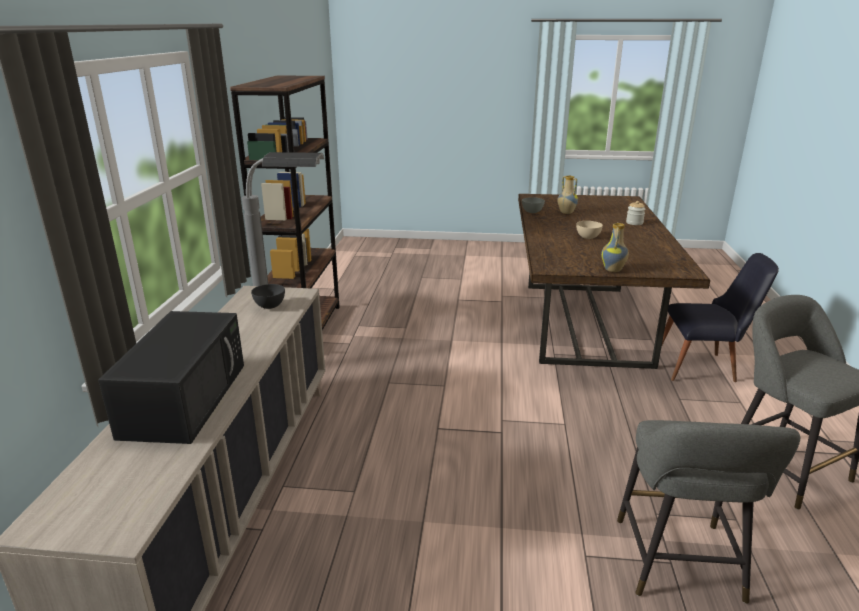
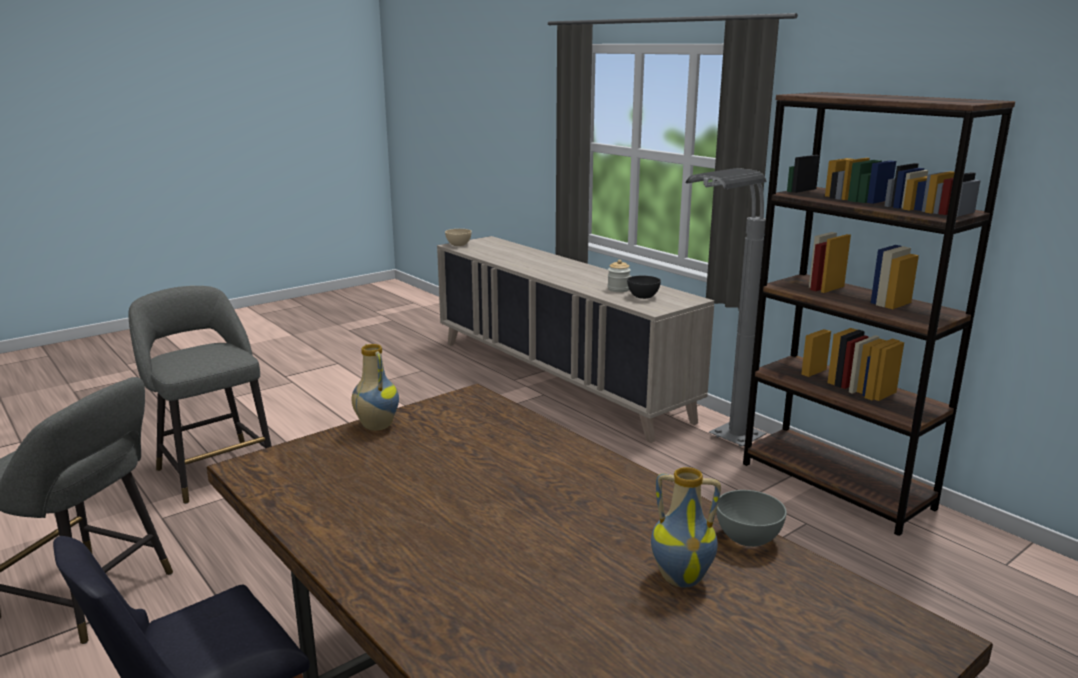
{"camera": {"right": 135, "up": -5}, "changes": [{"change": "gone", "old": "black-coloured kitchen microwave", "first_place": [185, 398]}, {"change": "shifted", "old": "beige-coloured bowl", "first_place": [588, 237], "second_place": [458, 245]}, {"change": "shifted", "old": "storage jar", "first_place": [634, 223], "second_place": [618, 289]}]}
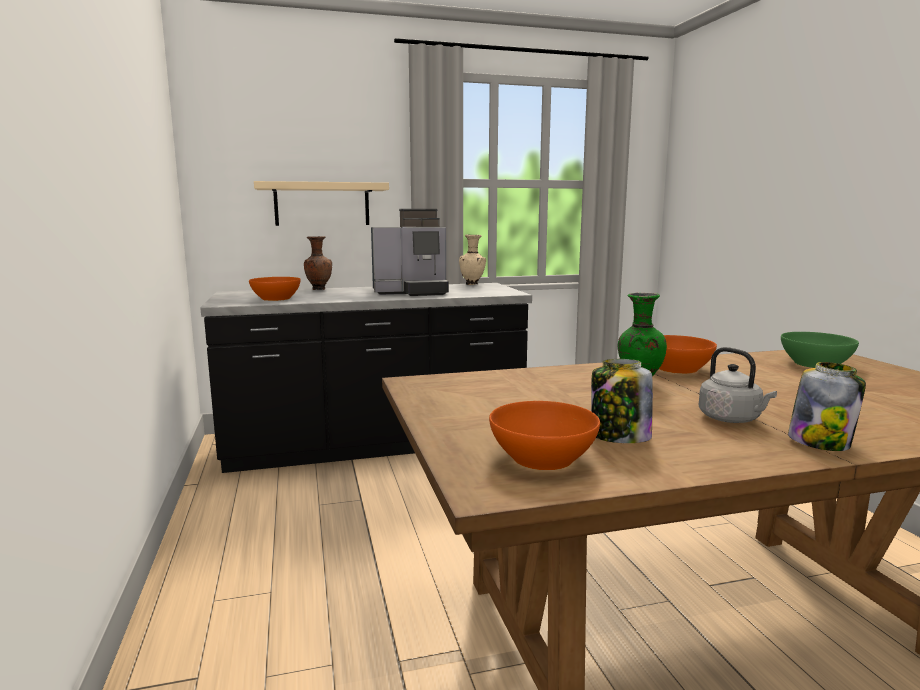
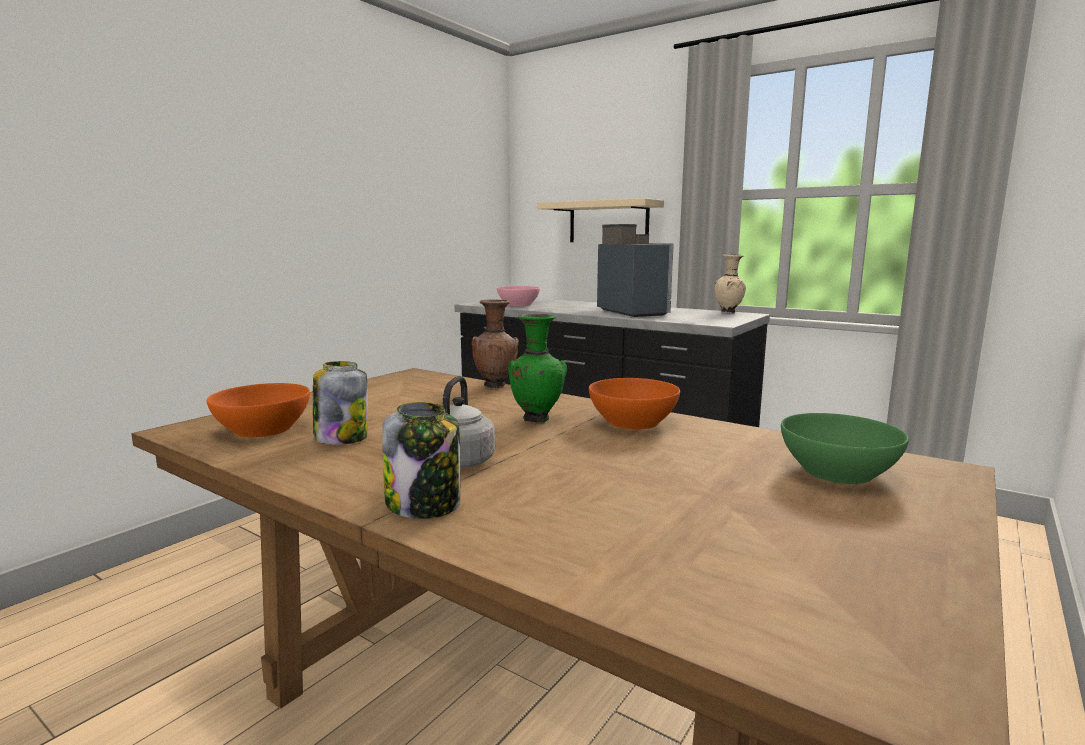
{"camera": {"right": 50, "up": 0}, "changes": [{"change": "shifted", "old": "brown flower vase", "first_place": [318, 289], "second_place": [496, 385]}, {"change": "repainted", "old": "orange-coloured bowl", "new": "pinkish bowl", "first_place": [275, 298], "second_place": [518, 304]}, {"change": "rotated", "old": "coffee machine", "first_place": [412, 292], "second_place": [634, 312], "degrees": -150}]}
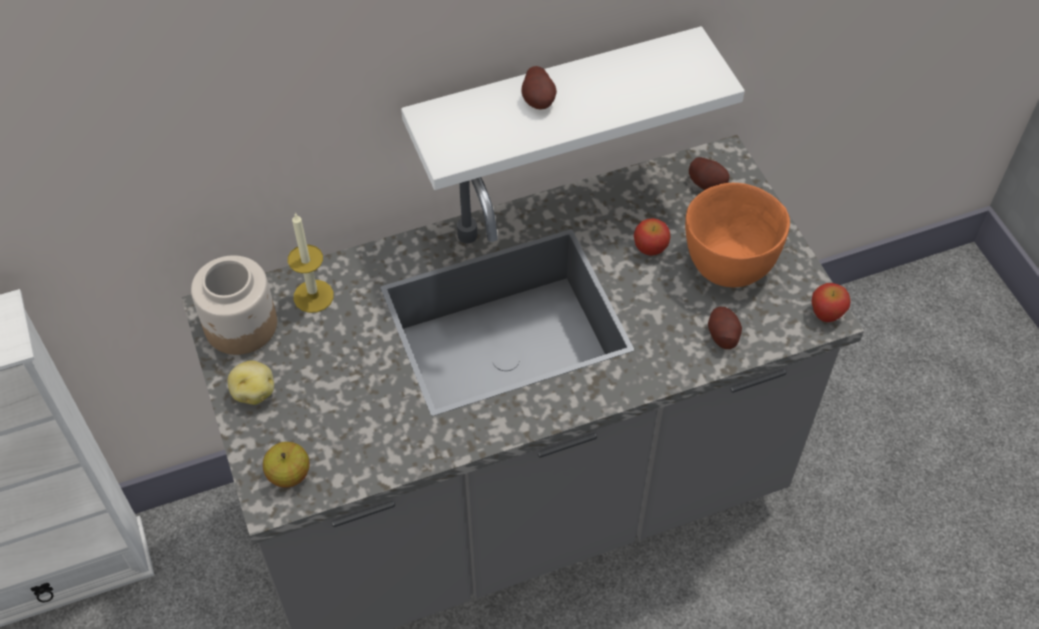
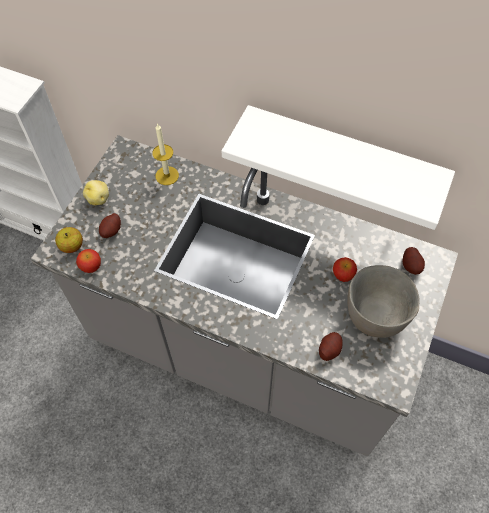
{"camera": {"right": 45, "up": 5}, "changes": [{"change": "gone", "old": "storage jar", "first_place": [241, 326]}, {"change": "shifted", "old": "spud", "first_place": [538, 100], "second_place": [111, 231]}, {"change": "shifted", "old": "apple fruit", "first_place": [826, 313], "second_place": [91, 267]}, {"change": "repainted", "old": "orange-coloured bowl", "new": "gray bowl", "first_place": [727, 262], "second_place": [375, 314]}]}
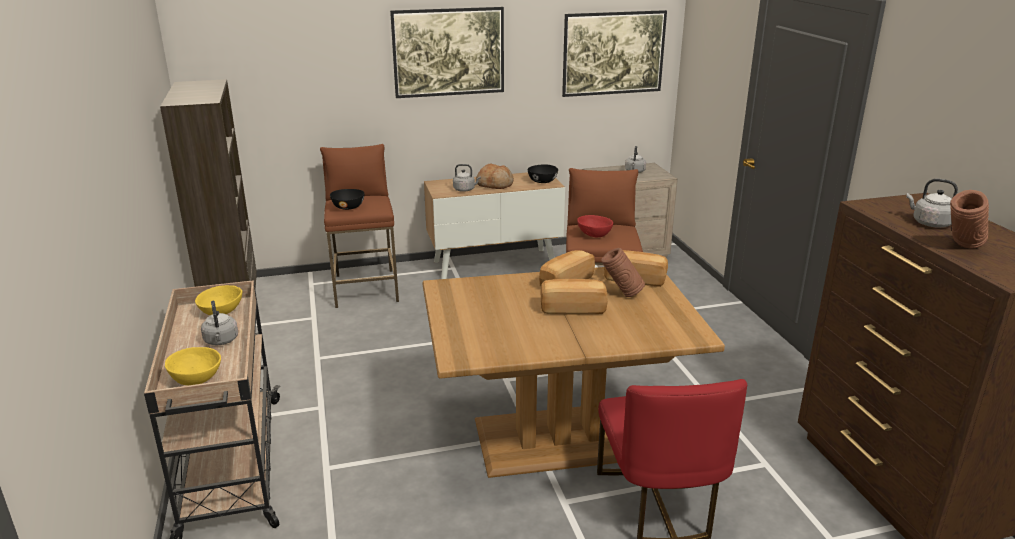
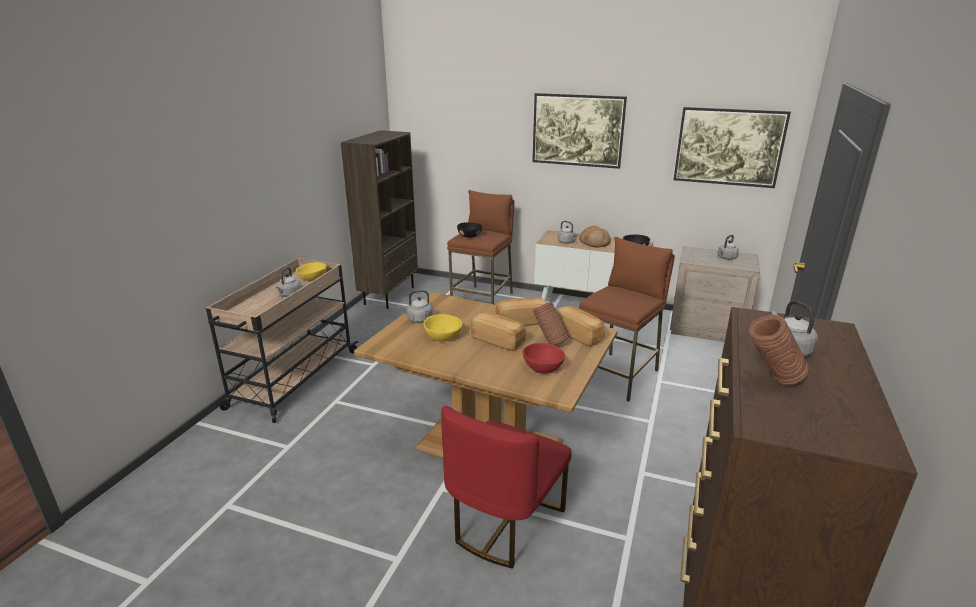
{"camera": {"right": 35, "up": 0}, "changes": [{"change": "new", "new": "gray kettle", "second_place": [418, 320]}, {"change": "shifted", "old": "yellow bowl", "first_place": [195, 378], "second_place": [442, 337]}, {"change": "shifted", "old": "red bowl", "first_place": [594, 234], "second_place": [542, 368]}]}
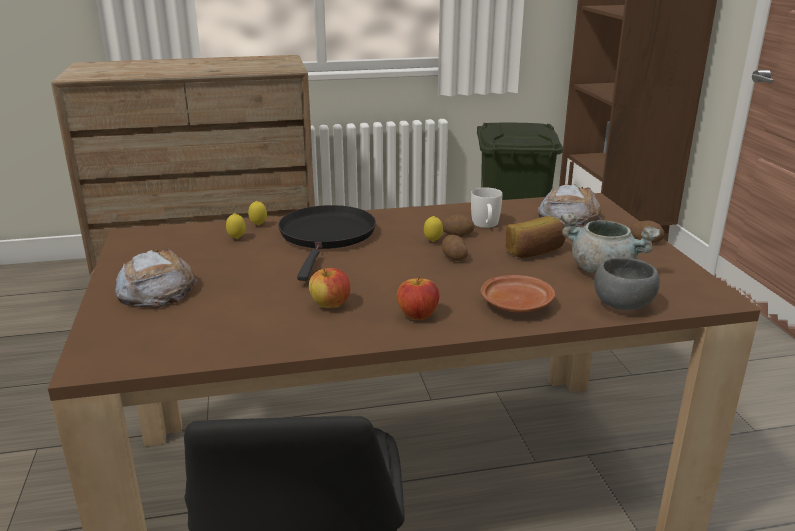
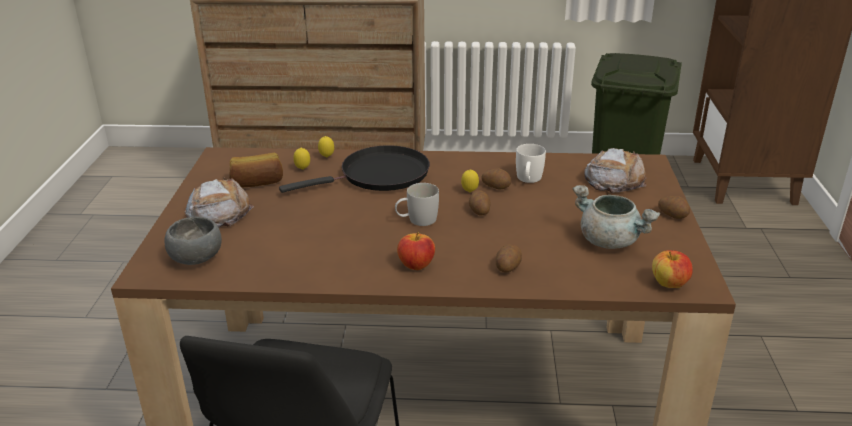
{"camera": {"right": 15, "up": 5}, "changes": [{"change": "new", "new": "white-coloured coffee mug", "second_place": [417, 220]}, {"change": "shifted", "old": "apple fruit", "first_place": [330, 305], "second_place": [669, 284]}, {"change": "shifted", "old": "baked bread", "first_place": [535, 252], "second_place": [257, 183]}, {"change": "shifted", "old": "gray bowl", "first_place": [624, 304], "second_place": [198, 258]}, {"change": "swapped", "old": "brown flat dish", "new": "spud", "first_place": [516, 304], "second_place": [507, 267]}, {"change": "rotated", "old": "black-coloured pan", "first_place": [327, 236], "second_place": [379, 175], "degrees": 45}]}
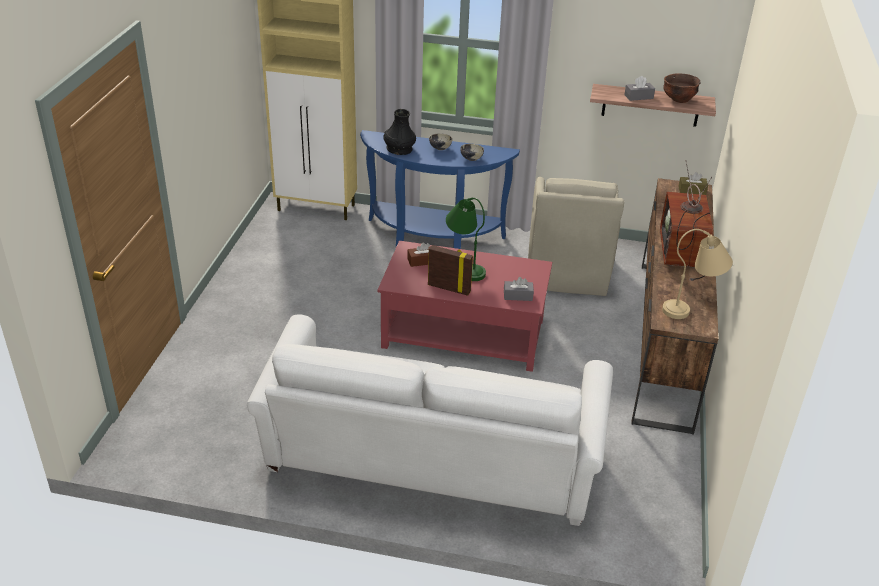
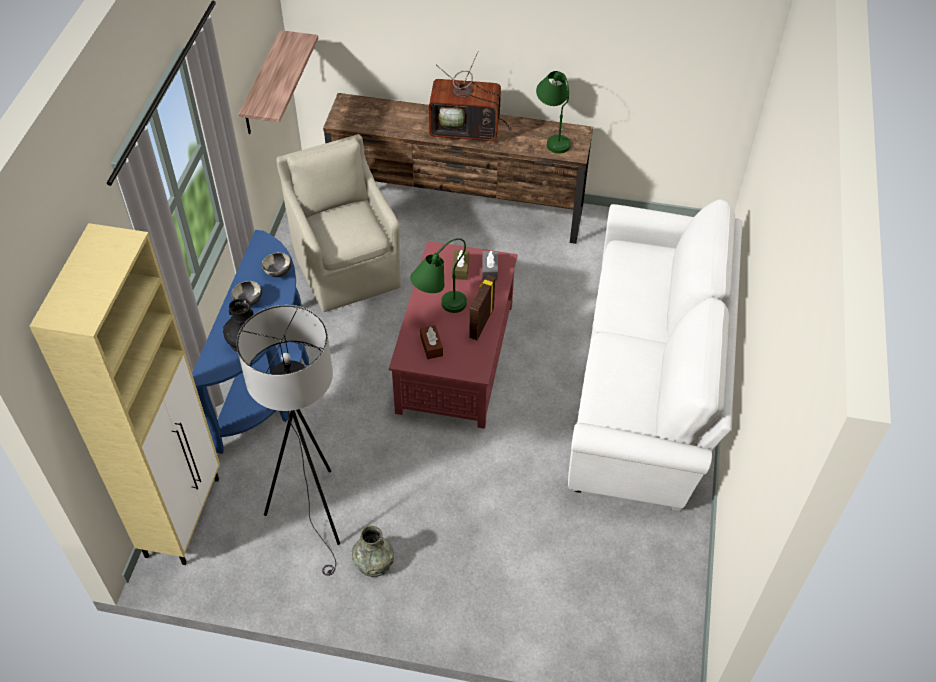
{"camera": {"right": -90, "up": 15}, "changes": [{"change": "gone", "old": "gray tissue box", "first_place": [638, 97]}, {"change": "gone", "old": "brown bowl", "first_place": [678, 99]}, {"change": "new", "new": "gray floor lamp", "second_place": [316, 514]}, {"change": "new", "new": "gray flower vase", "second_place": [373, 562]}, {"change": "shifted", "old": "brown tissue box", "first_place": [692, 190], "second_place": [460, 269]}, {"change": "repainted", "old": "beige-coloured lamp for a table", "new": "green-coloured lamp for a table", "first_place": [692, 308], "second_place": [553, 135]}, {"change": "rotated", "old": "beige-coloured lounge chair", "first_place": [566, 273], "second_place": [346, 268], "degrees": -120}]}
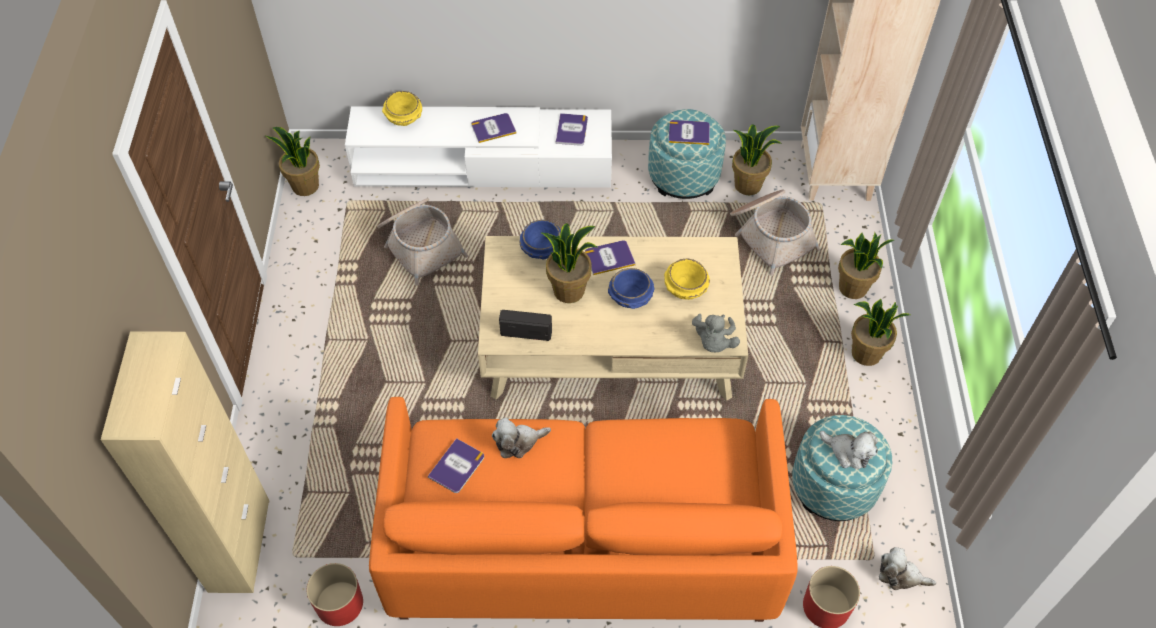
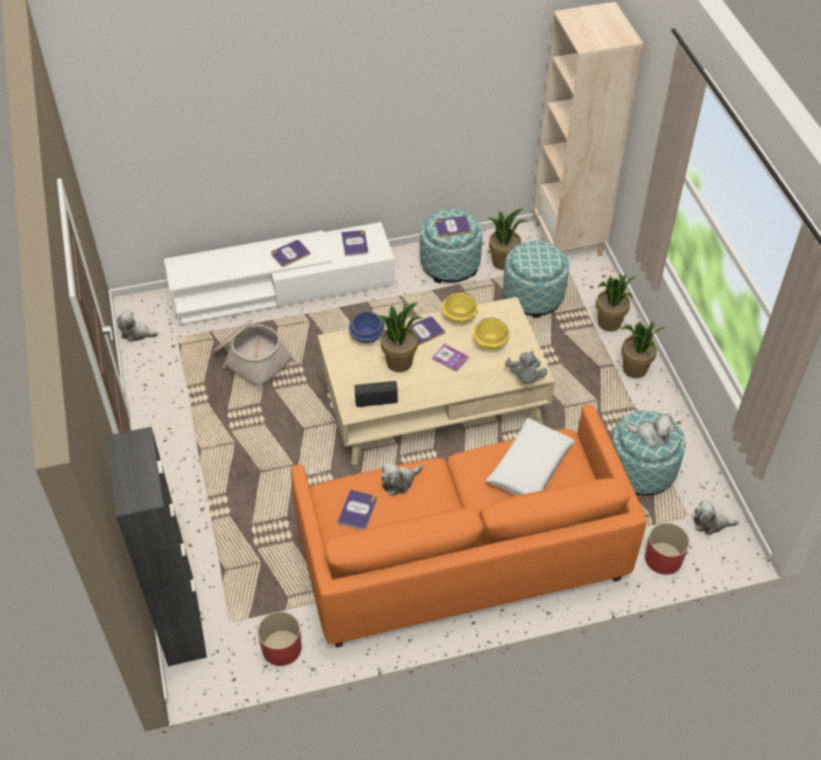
{"camera": {"right": -15, "up": -5}, "changes": [{"change": "new", "new": "white-coloured throw pillow", "second_place": [530, 467]}, {"change": "shifted", "old": "yellow bowl", "first_place": [404, 118], "second_place": [459, 316]}, {"change": "swapped", "old": "plant in a pot", "new": "soft toy", "first_place": [305, 186], "second_place": [136, 333]}, {"change": "swapped", "old": "blue-coloured bowl", "new": "bound book", "first_place": [630, 298], "second_place": [450, 358]}, {"change": "swapped", "old": "household basket", "new": "pouffe", "first_place": [770, 235], "second_place": [533, 297]}, {"change": "repainted", "old": "beige-coloured cupboard", "new": "black-coloured cupboard", "first_place": [239, 545], "second_place": [181, 624]}]}
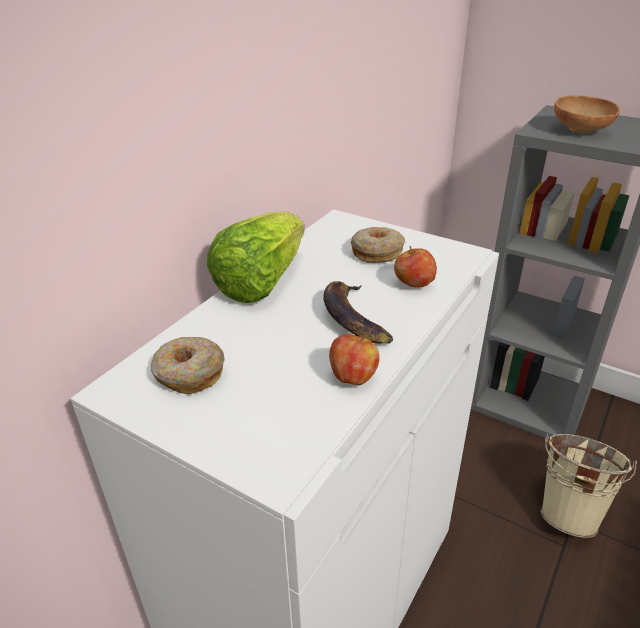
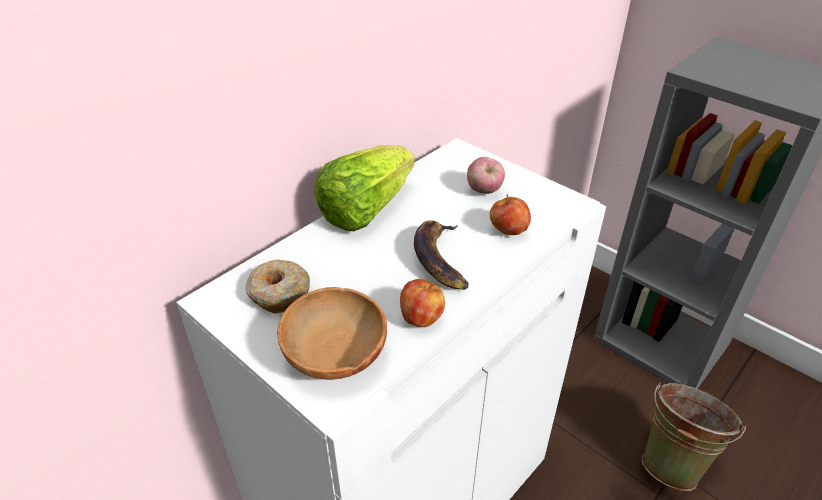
{"camera": {"right": 10, "up": 5}, "changes": [{"change": "shifted", "old": "brown bowl", "first_place": [580, 132], "second_place": [334, 358]}, {"change": "swapped", "old": "doughnut", "new": "apple fruit", "first_place": [377, 252], "second_place": [484, 191]}, {"change": "repainted", "old": "beige-coloured bucket", "new": "green-coloured bucket", "first_place": [570, 511], "second_place": [674, 461]}]}
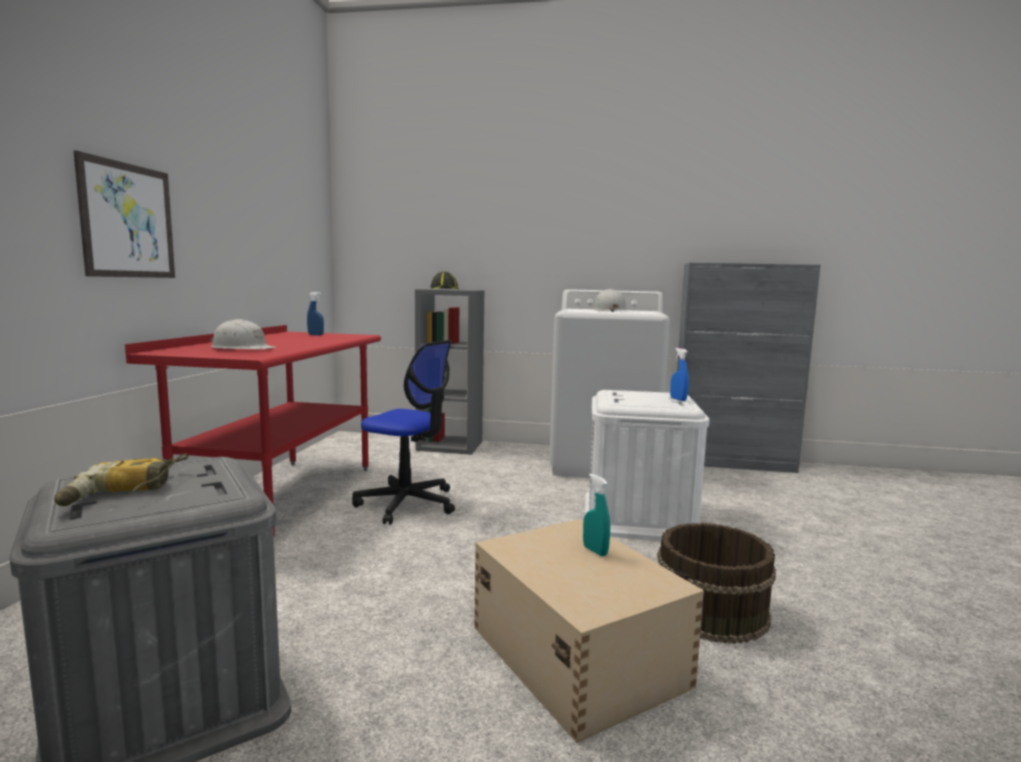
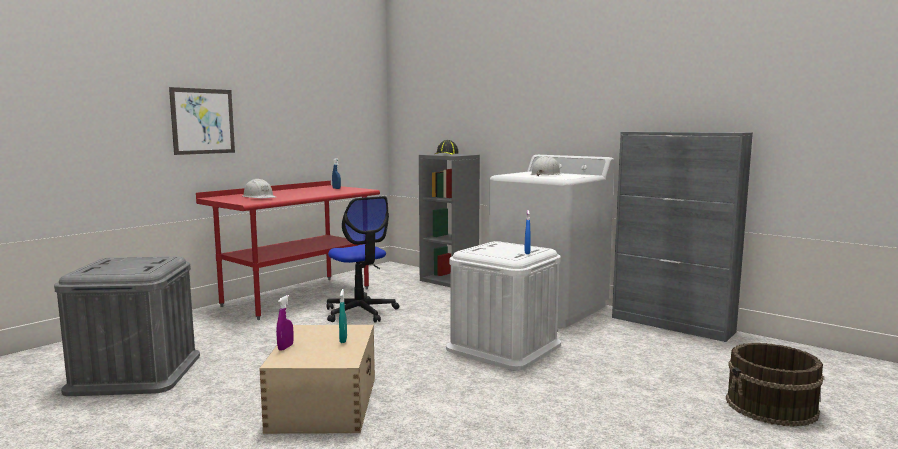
{"camera": {"right": 30, "up": 0}, "changes": [{"change": "gone", "old": "drill", "first_place": [126, 491]}, {"change": "new", "new": "purplish sprayer", "second_place": [285, 347]}, {"change": "shifted", "old": "brown bucket", "first_place": [712, 611], "second_place": [771, 406]}]}
